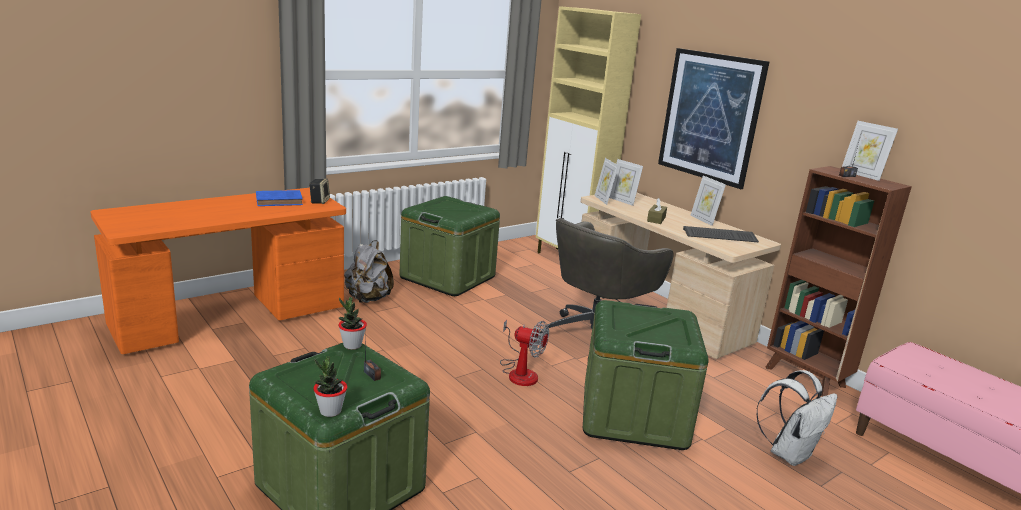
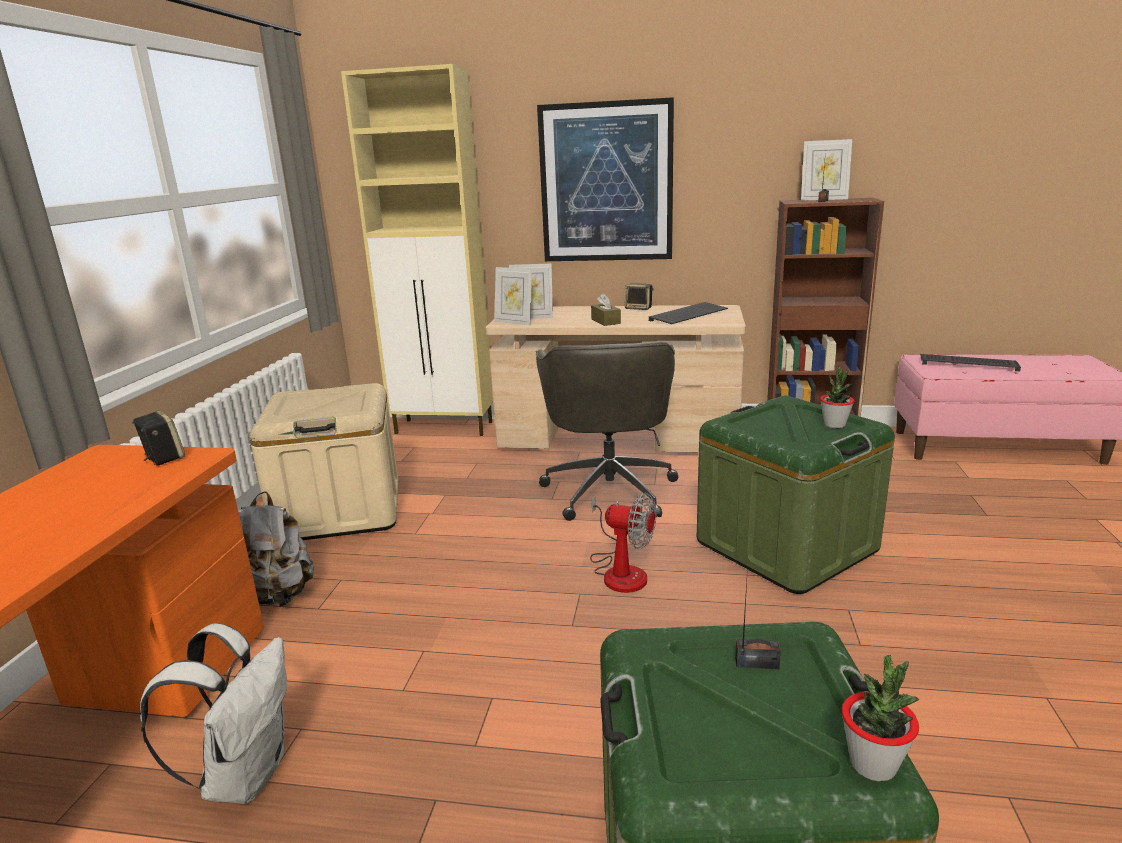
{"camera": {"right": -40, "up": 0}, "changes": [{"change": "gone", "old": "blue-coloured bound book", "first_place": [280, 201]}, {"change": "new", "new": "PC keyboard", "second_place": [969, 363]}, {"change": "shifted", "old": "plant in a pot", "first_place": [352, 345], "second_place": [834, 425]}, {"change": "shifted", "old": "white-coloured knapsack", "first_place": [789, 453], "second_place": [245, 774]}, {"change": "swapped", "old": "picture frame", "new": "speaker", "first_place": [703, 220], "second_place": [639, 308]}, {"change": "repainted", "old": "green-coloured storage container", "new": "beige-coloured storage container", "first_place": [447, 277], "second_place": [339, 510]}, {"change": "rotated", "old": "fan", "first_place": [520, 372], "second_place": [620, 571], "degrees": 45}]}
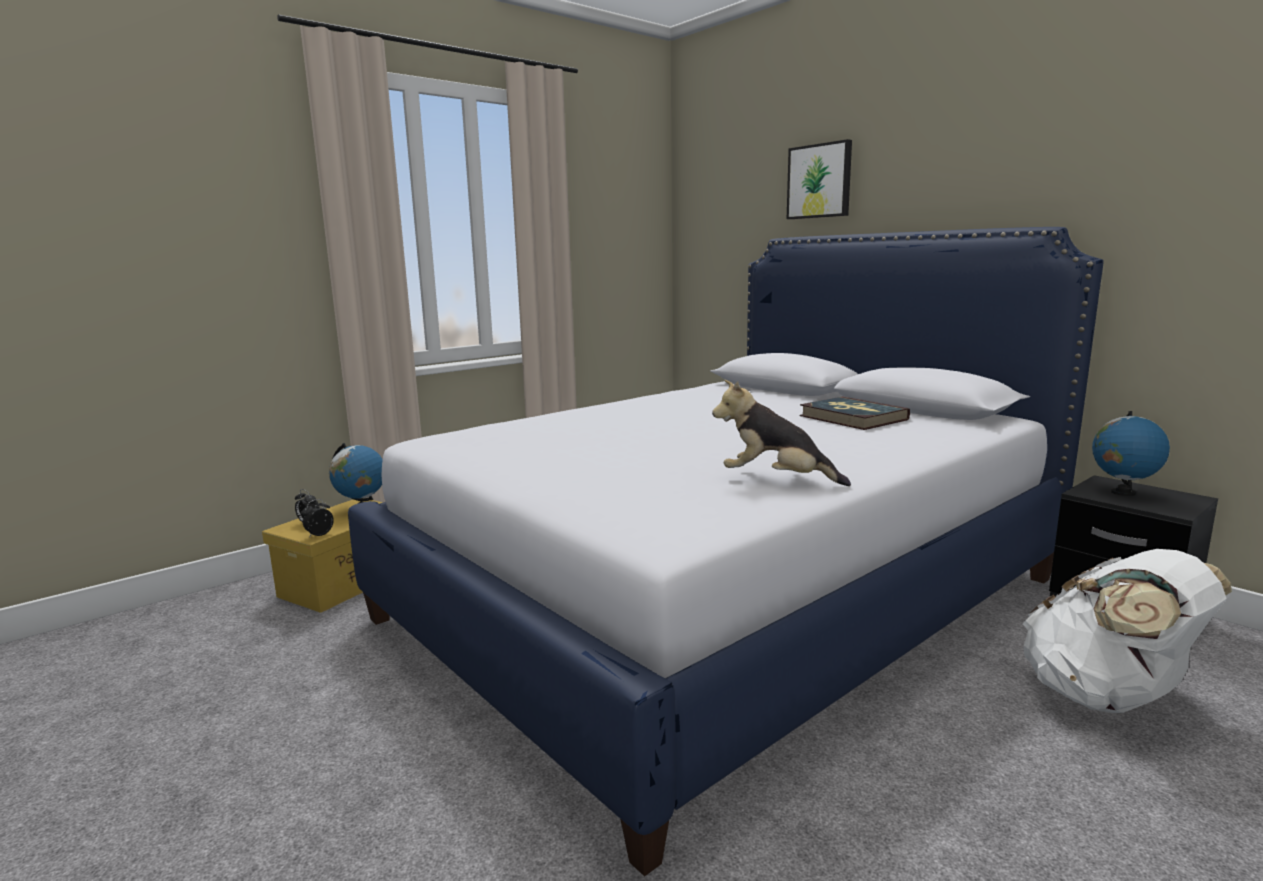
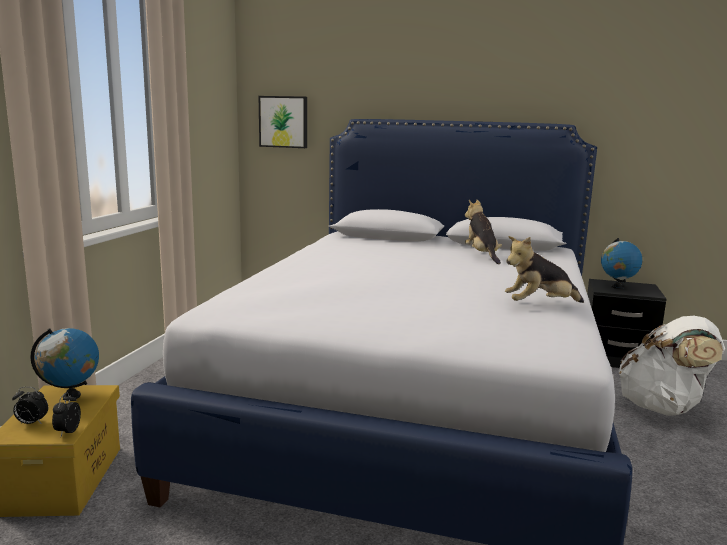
{"camera": {"right": -35, "up": 0}, "changes": [{"change": "shifted", "old": "picture", "first_place": [820, 181], "second_place": [284, 122]}, {"change": "swapped", "old": "bound book", "new": "soft toy", "first_place": [852, 418], "second_place": [482, 255]}]}
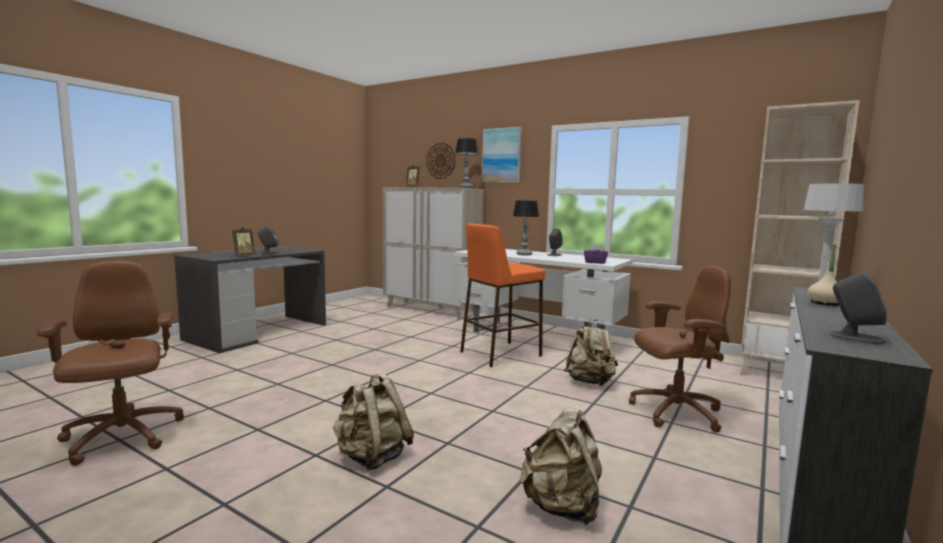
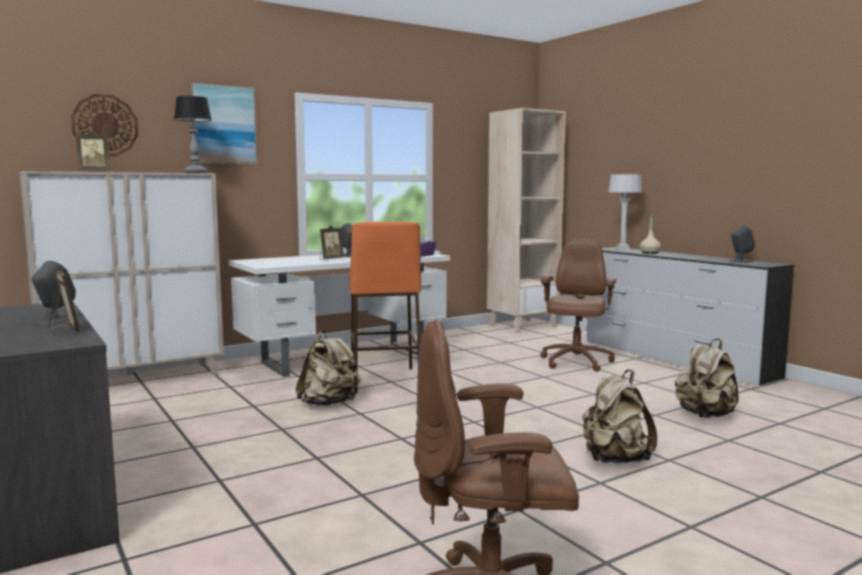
{"camera": {"right": -65, "up": 0}, "changes": [{"change": "shifted", "old": "beige-coloured knapsack", "first_place": [590, 382], "second_place": [329, 404]}, {"change": "swapped", "old": "lamp for a table", "new": "picture frame", "first_place": [524, 254], "second_place": [330, 259]}]}
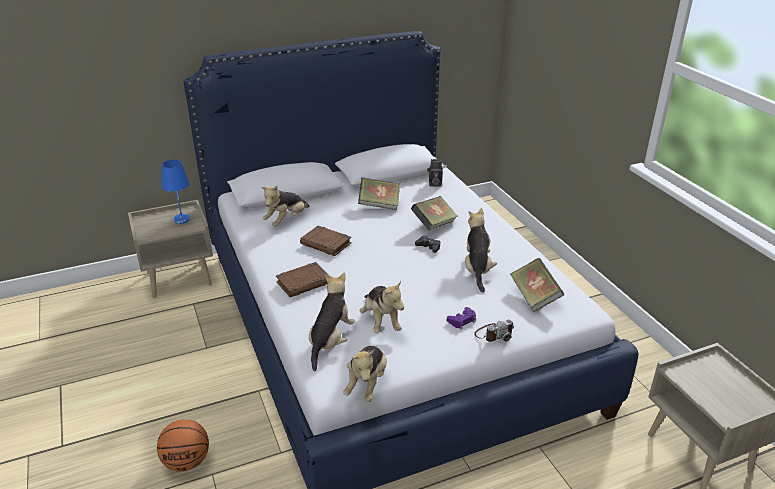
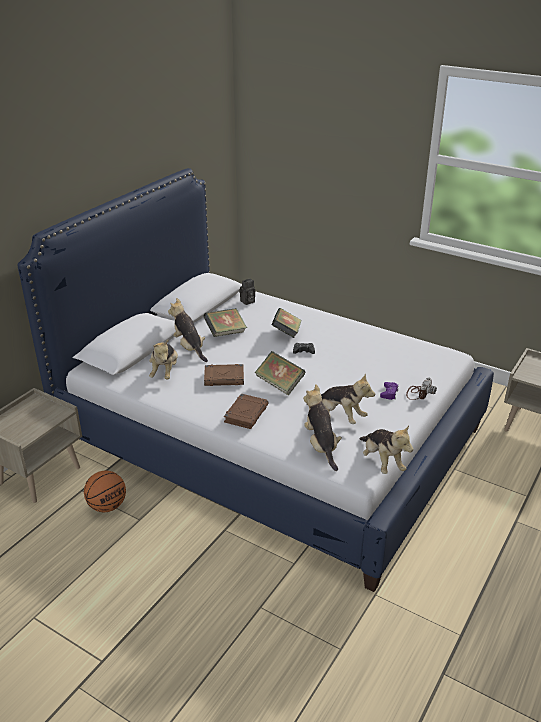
{"camera": {"right": -35, "up": 0}, "changes": [{"change": "gone", "old": "blue-coloured lamp for a table", "first_place": [182, 220]}, {"change": "shifted", "old": "basketball", "first_place": [187, 461], "second_place": [107, 506]}, {"change": "shifted", "old": "soft toy", "first_place": [477, 269], "second_place": [189, 348]}, {"change": "shifted", "old": "bound book", "first_place": [534, 297], "second_place": [279, 384]}]}
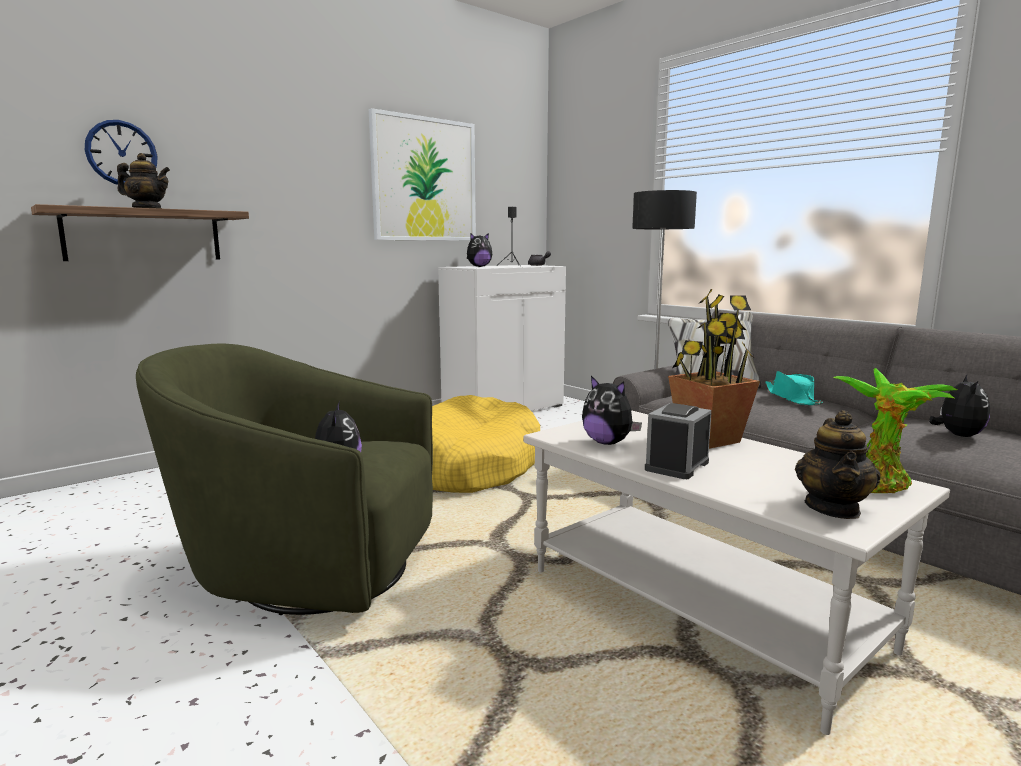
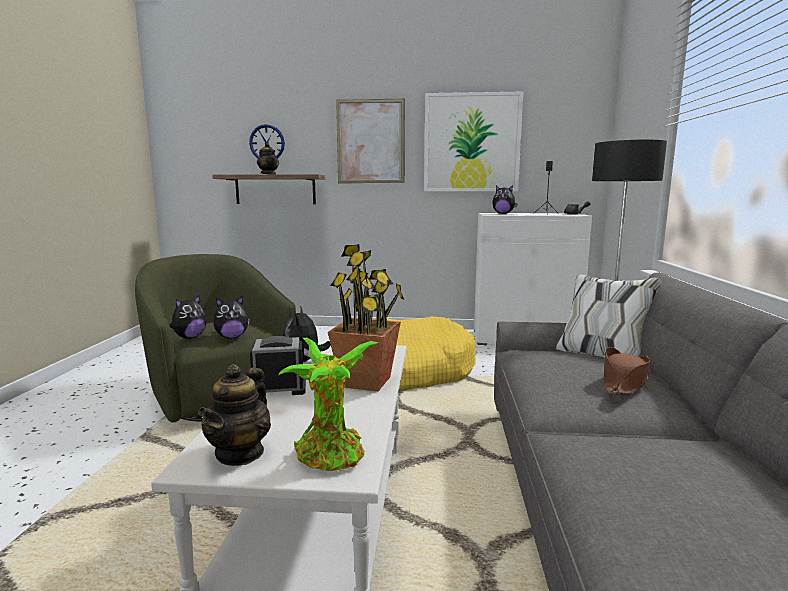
{"camera": {"right": 45, "up": 0}, "changes": [{"change": "new", "new": "picture", "second_place": [370, 141]}, {"change": "shifted", "old": "soft toy", "first_place": [957, 435], "second_place": [232, 337]}, {"change": "repainted", "old": "turquoise-coloured clothing hat", "new": "brown clothing hat", "first_place": [792, 398], "second_place": [624, 382]}, {"change": "rotated", "old": "pot for tea", "first_place": [833, 508], "second_place": [240, 453], "degrees": -45}]}
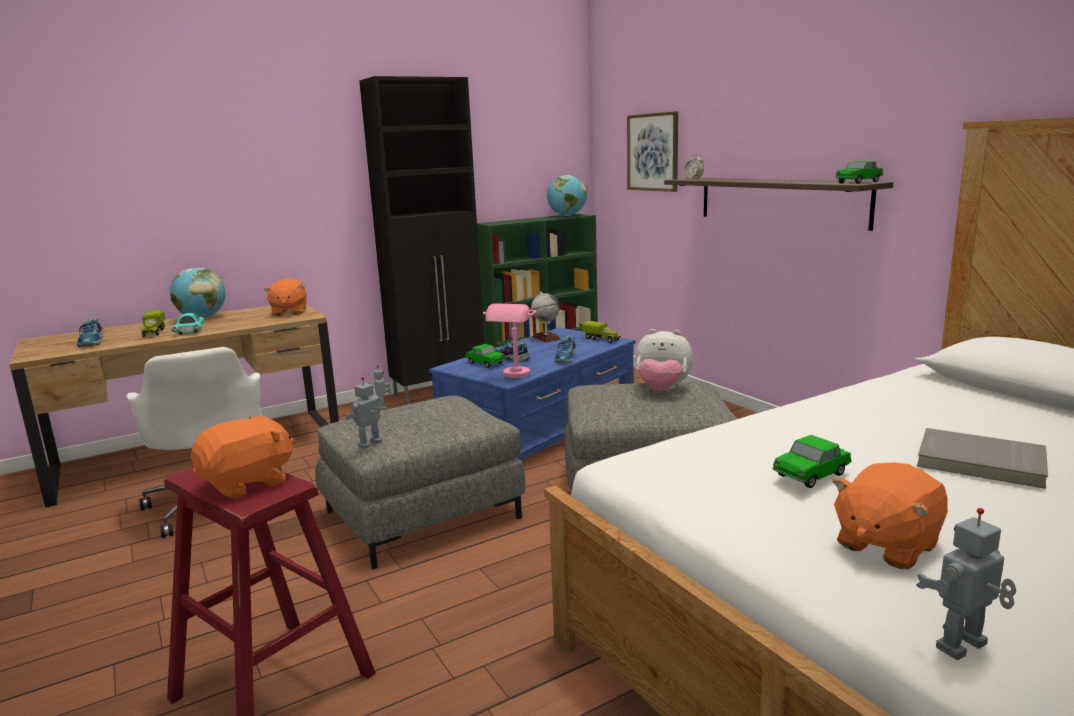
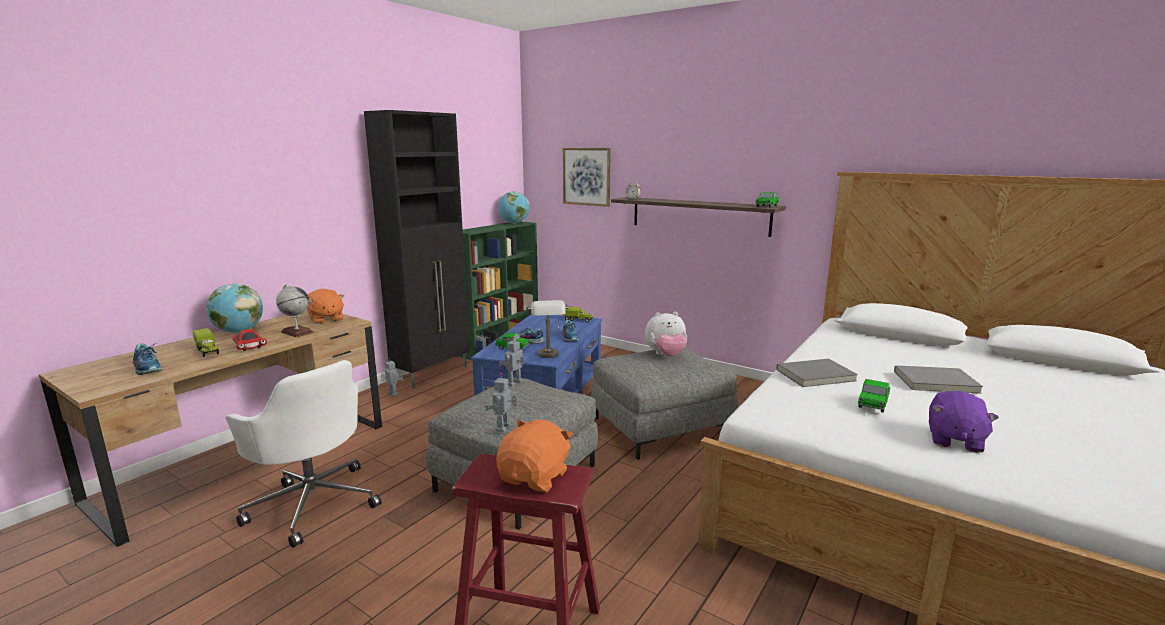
{"camera": {"right": -25, "up": 0}, "changes": [{"change": "new", "new": "gray bound book", "second_place": [816, 376]}, {"change": "shifted", "old": "world globe", "first_place": [546, 338], "second_place": [297, 332]}, {"change": "shifted", "old": "robot figure", "first_place": [964, 648], "second_place": [515, 383]}, {"change": "repainted", "old": "turquoise-coloured toy car", "new": "red toy car", "first_place": [190, 331], "second_place": [249, 347]}, {"change": "repainted", "old": "pinkish lamp for a table", "new": "gray lamp for a table", "first_place": [514, 377], "second_place": [549, 357]}, {"change": "repainted", "old": "orange-coloured soft toy", "new": "purplish soft toy", "first_place": [885, 545], "second_place": [954, 440]}]}
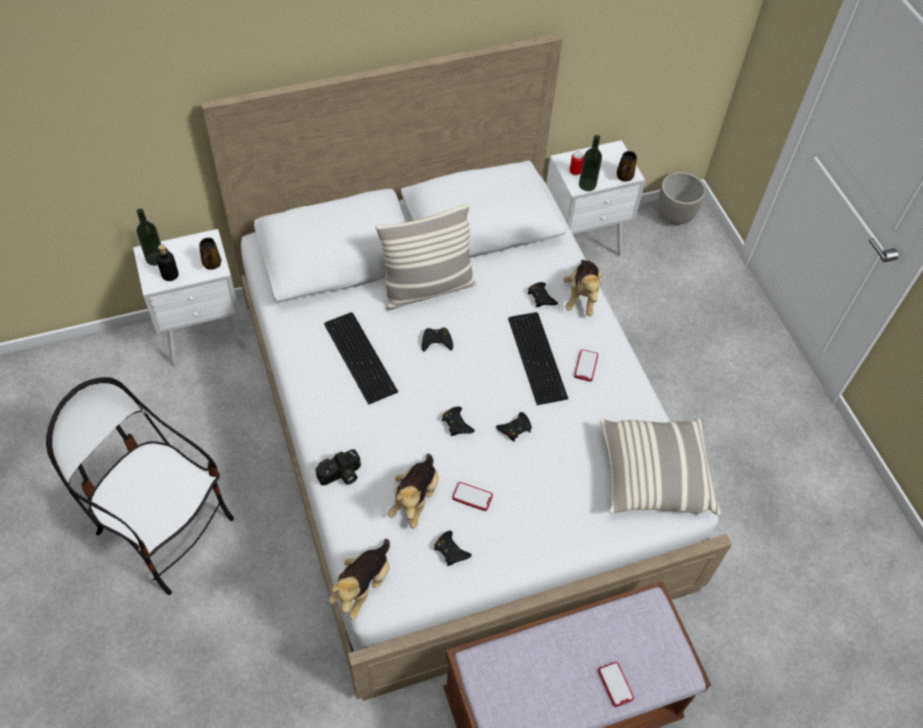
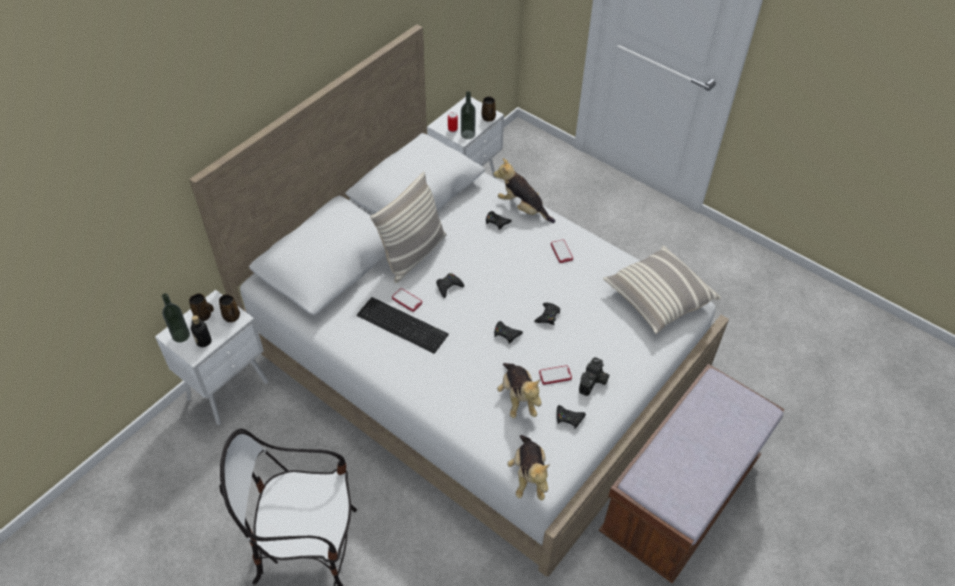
{"camera": {"right": -30, "up": -5}, "changes": [{"change": "gone", "old": "PC keyboard", "first_place": [538, 356]}, {"change": "gone", "old": "plant pot", "first_place": [675, 216]}, {"change": "new", "new": "brown coffee mug", "second_place": [204, 316]}, {"change": "shifted", "old": "still camera", "first_place": [341, 476], "second_place": [594, 382]}, {"change": "shifted", "old": "phone", "first_place": [615, 684], "second_place": [407, 300]}, {"change": "rotated", "old": "soft toy", "first_place": [581, 296], "second_place": [522, 208], "degrees": 150}]}
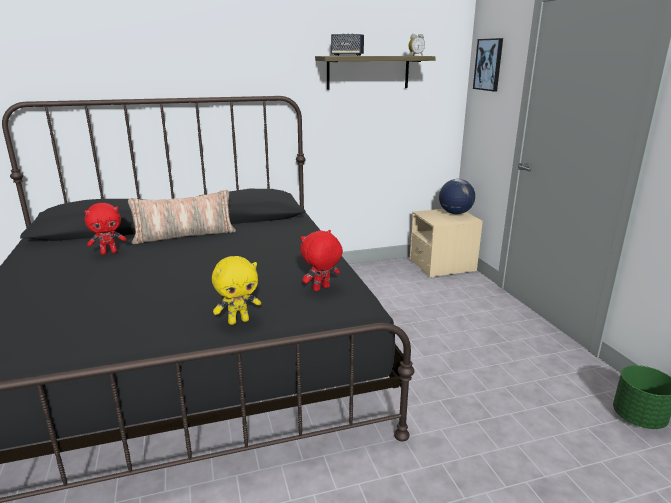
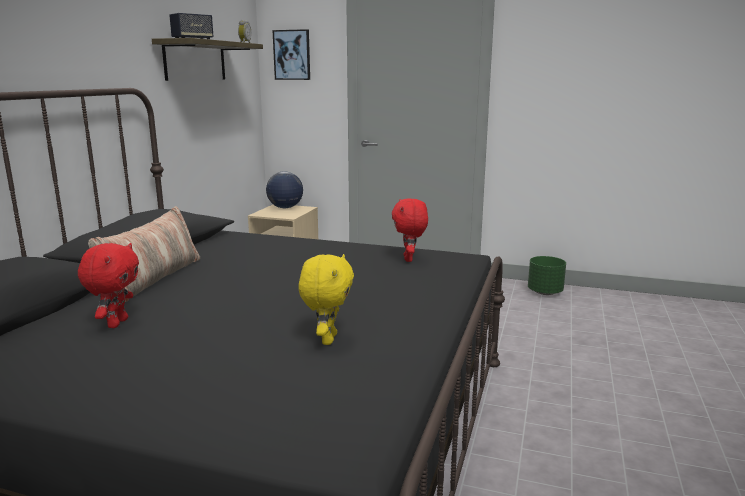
{"camera": {"right": -55, "up": -5}, "changes": [{"change": "shifted", "old": "yellow soft toy", "first_place": [238, 321], "second_place": [327, 339]}]}
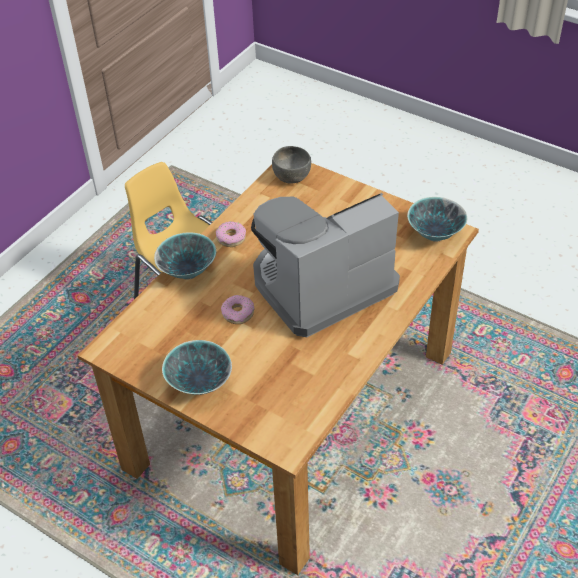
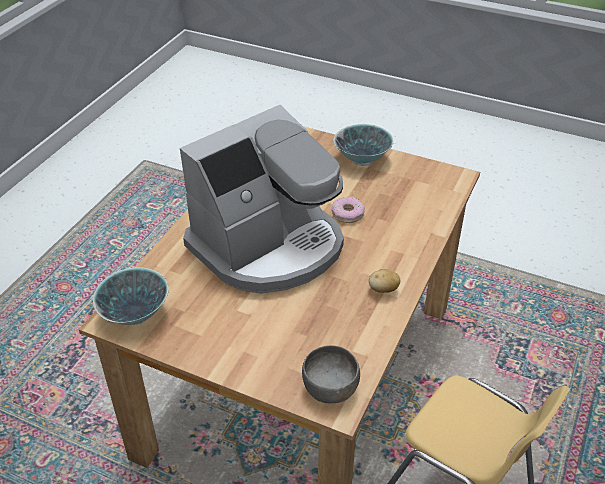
{"camera": {"right": 170, "up": -5}, "changes": [{"change": "gone", "old": "bowl", "first_place": [188, 271]}, {"change": "swapped", "old": "doughnut", "new": "spud", "first_place": [231, 238], "second_place": [383, 290]}]}
